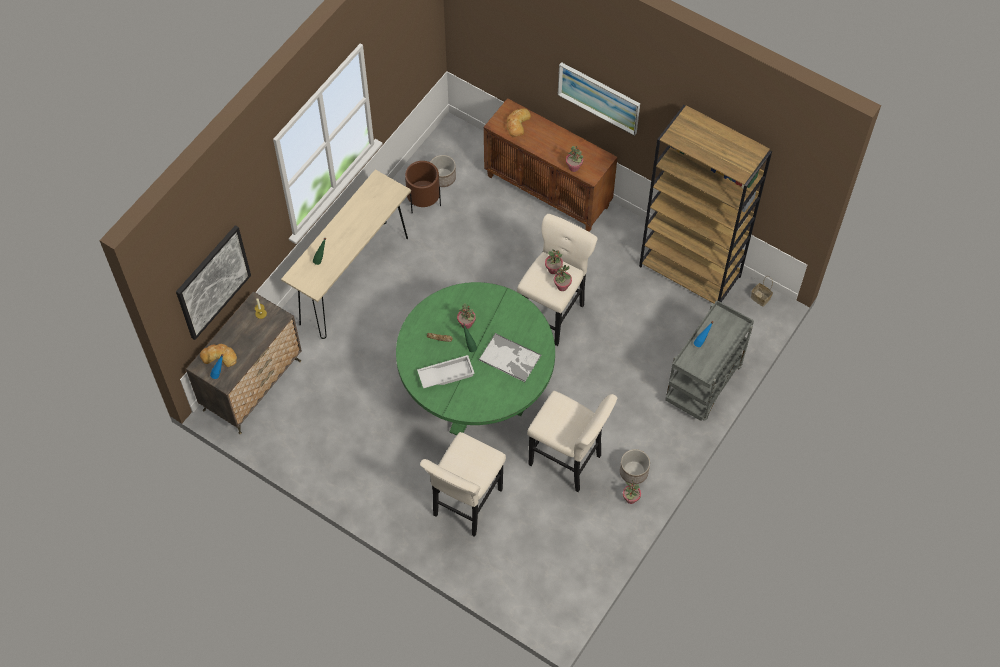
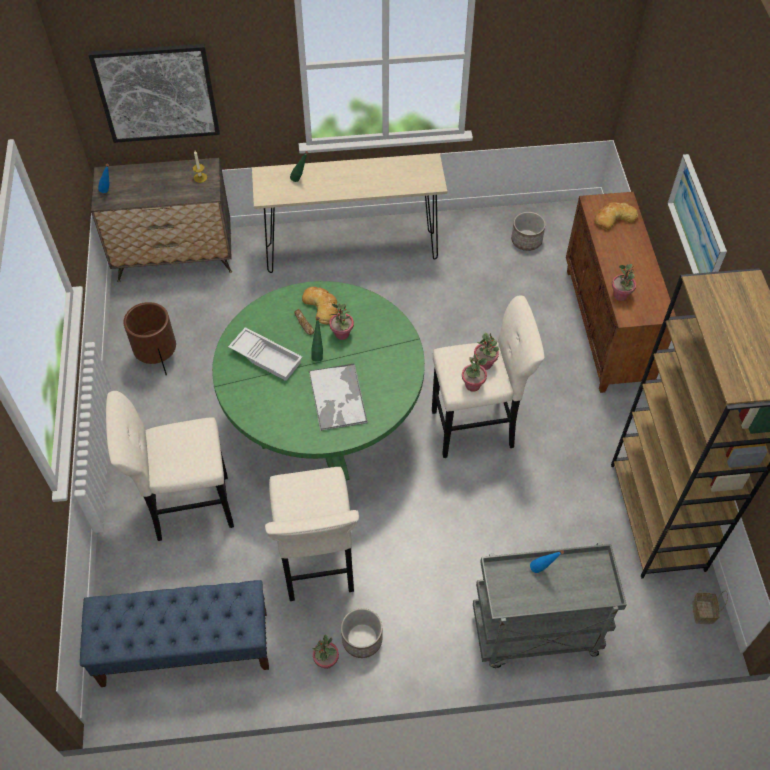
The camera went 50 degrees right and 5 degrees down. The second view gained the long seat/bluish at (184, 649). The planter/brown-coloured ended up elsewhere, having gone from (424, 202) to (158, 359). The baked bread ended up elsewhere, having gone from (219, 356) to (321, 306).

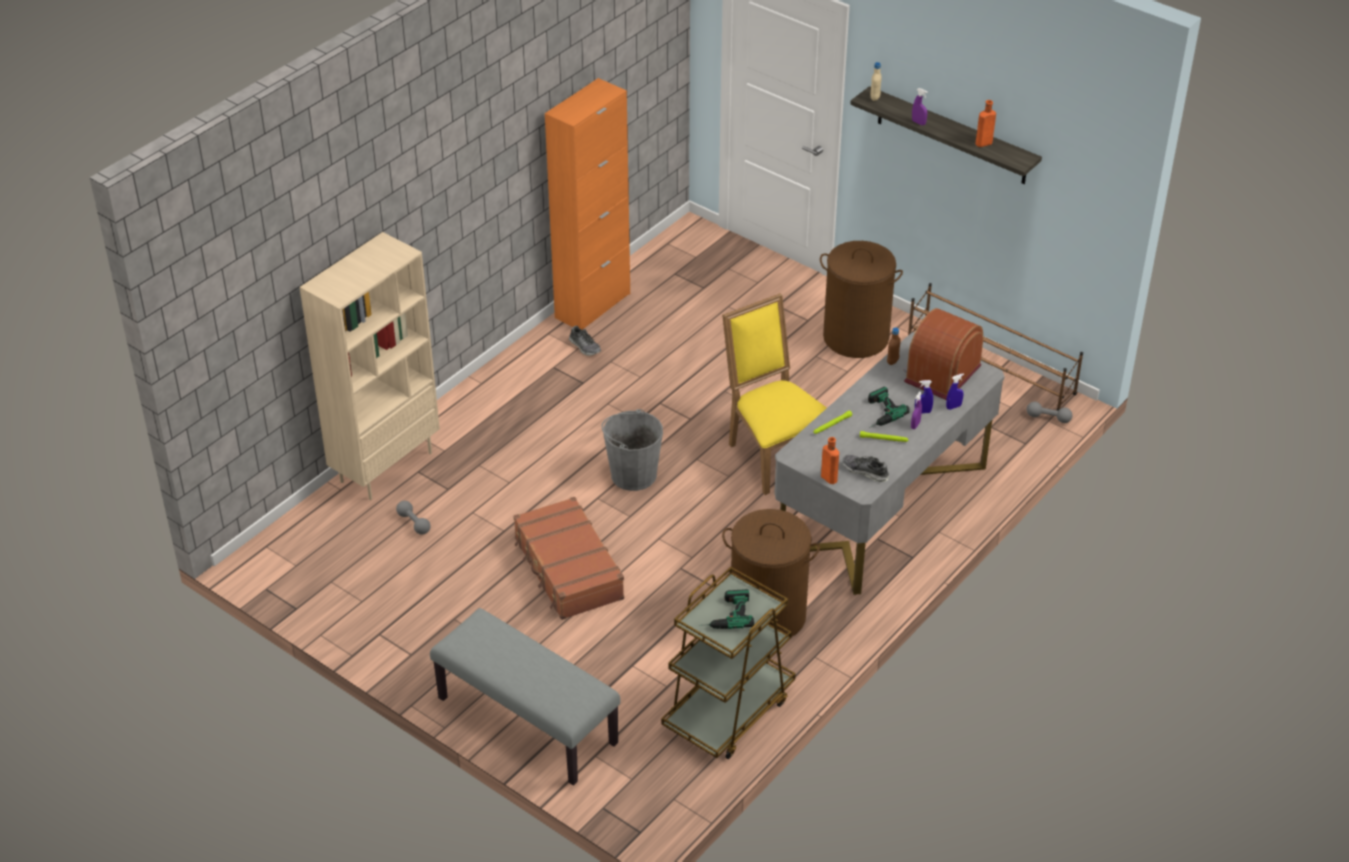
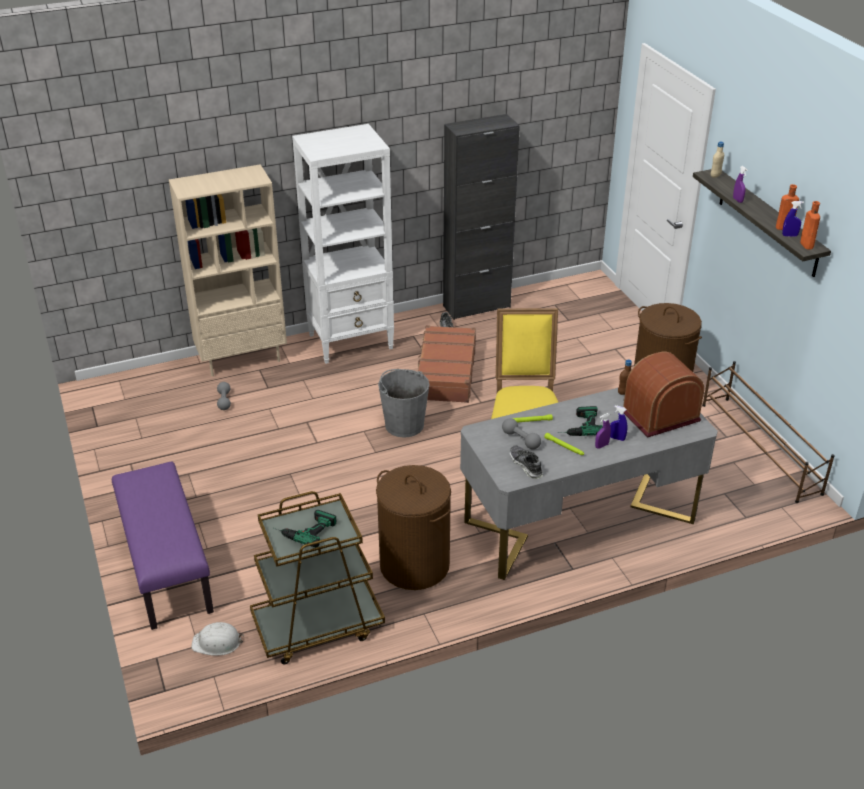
The camera went 30 degrees right and 5 degrees down. What was the long seat/gray at (526, 721) turned into the long seat/purplish at (165, 566). The second view gained the safety helmet/white-coloured at (217, 643). The second view gained the bookcase/white-coloured at (351, 341). The piece of luggage/brown-coloured ended up elsewhere, having gone from (568, 569) to (445, 373). What was the storage cabinet/orangey at (592, 305) turned into the storage cabinet/blackish at (476, 306). The dumbbell/gray ended up elsewhere, having gone from (1048, 418) to (521, 440). The hand sprayer/bluish ended up elsewhere, having gone from (953, 407) to (789, 235). The bottle/orangey ended up elsewhere, having gone from (828, 477) to (806, 244).

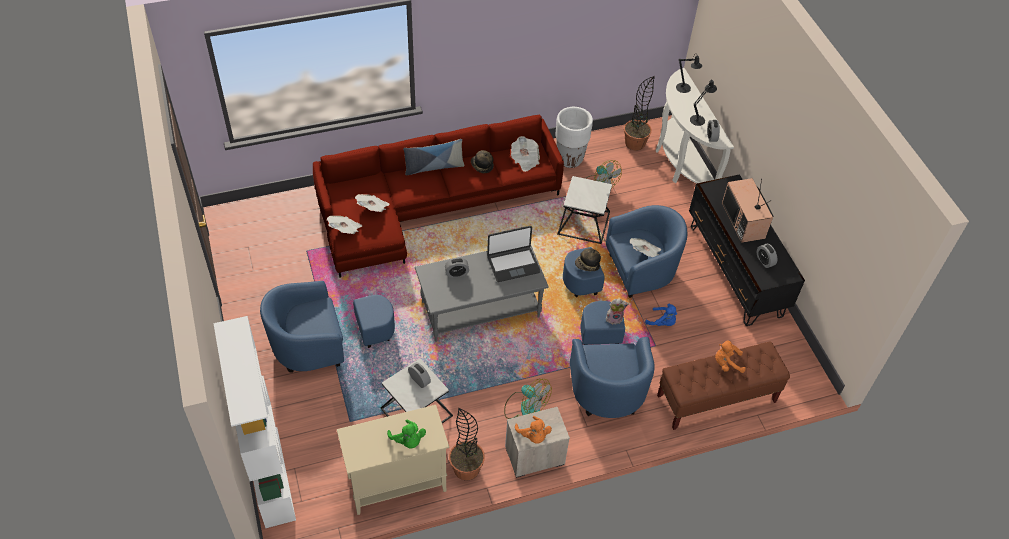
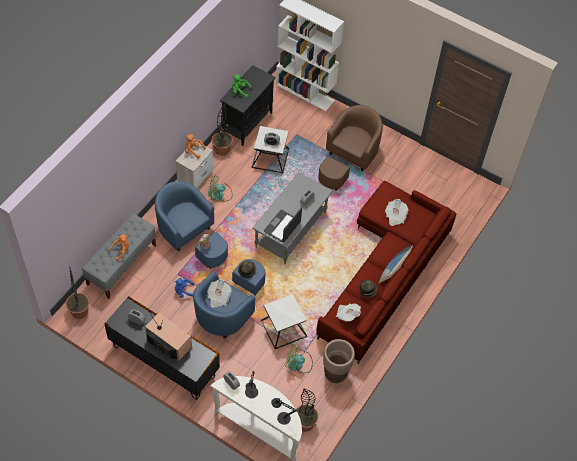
The camera went 140 degrees right and 5 degrees up. The second view gained the houseplant at (79, 311). What was the long seat/brown-coloured at (716, 399) turned into the long seat/gray at (122, 265). What was the storage cabinet/sand-coloured at (396, 484) turned into the storage cabinet/blackish at (247, 123). What was the lounge chair/bluish at (324, 344) turned into the lounge chair/brown-coloured at (349, 159). What was the planter/white-coloured at (570, 159) turned into the planter/brown-coloured at (335, 374). The second view lost the newspaper at (345, 230).

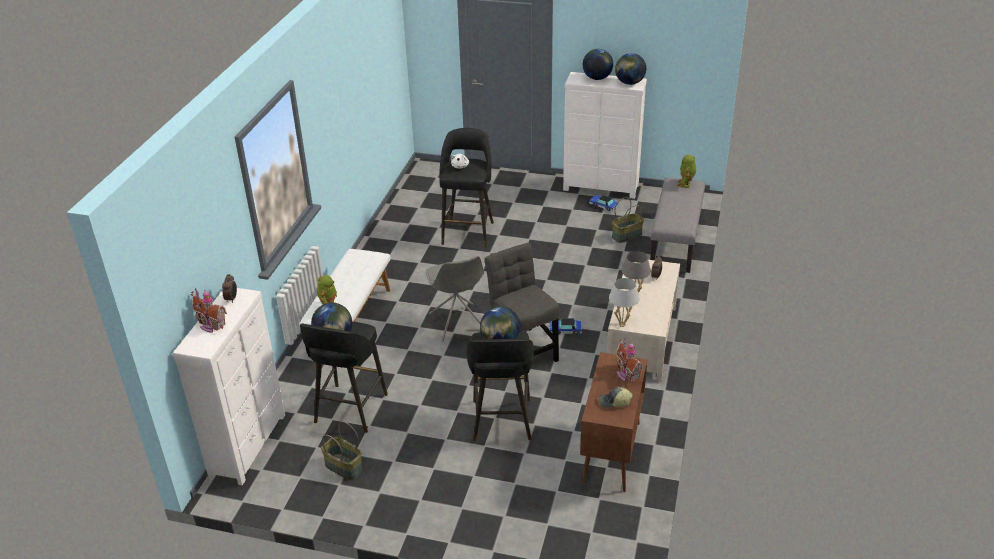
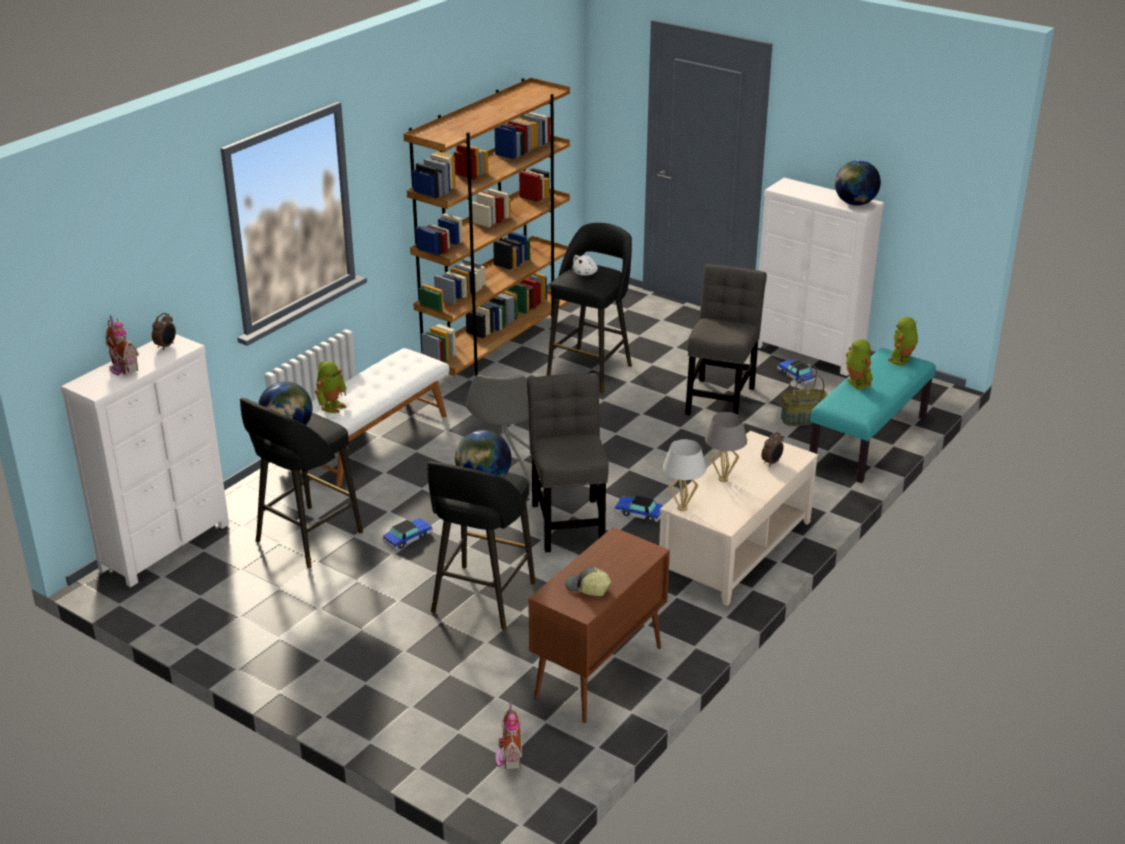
The camera went 20 degrees right and 5 degrees down. The second view gained the miniature car at (408, 538). The second view gained the bookcase/brown-coloured at (496, 347). The miniature house ended up elsewhere, having gone from (626, 374) to (508, 757). The second view gained the chair/gray at (720, 398). What was the long seat/gray at (676, 242) turned into the long seat/turquoise-coloured at (869, 441). The second view gained the robot figure at (856, 384). The second view lost the storage basket at (343, 467). The second view lost the world globe at (597, 78).

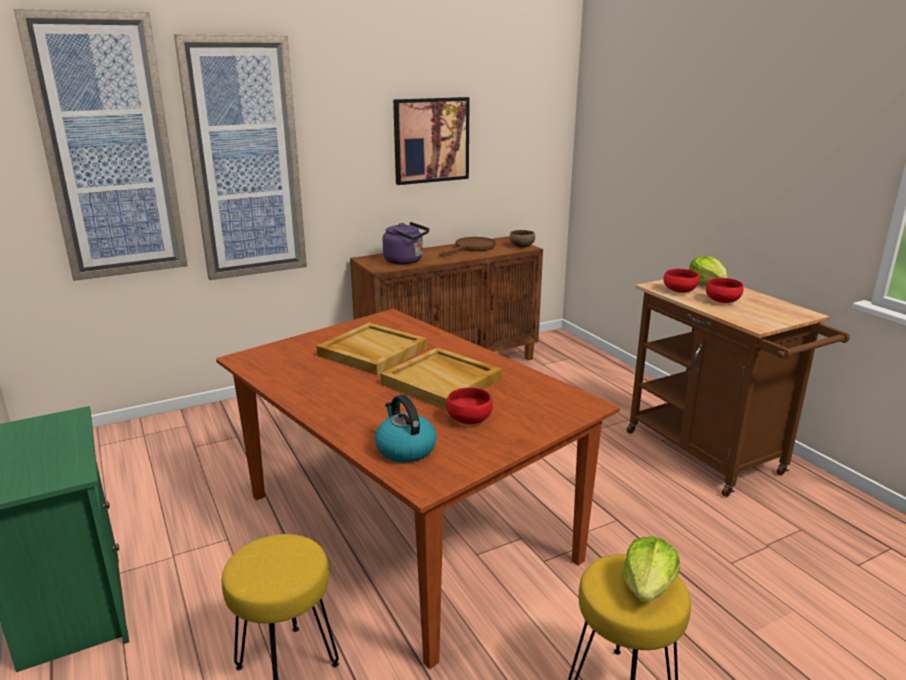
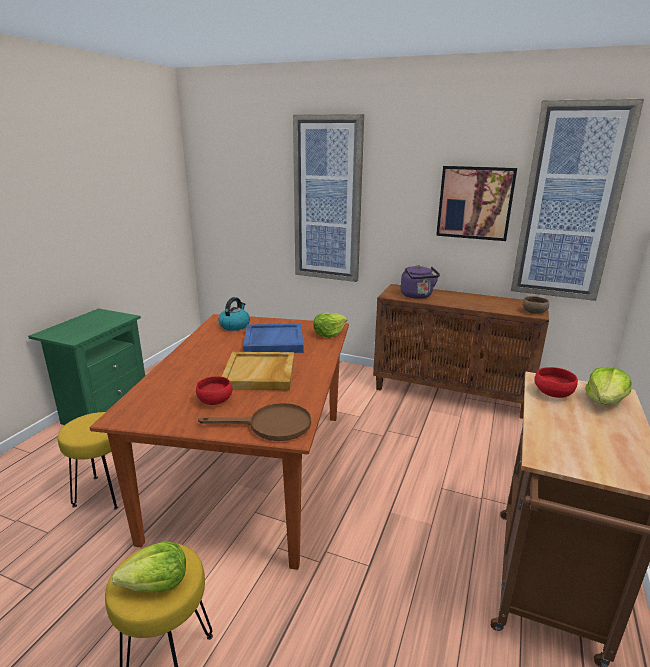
The camera went 50 degrees right and 0 degrees up. The frying pan/brown-coloured ended up elsewhere, having gone from (471, 248) to (271, 426). The kettle ended up elsewhere, having gone from (405, 449) to (234, 325). What was the carrying tray/sand-coloured at (371, 352) turned into the carrying tray/bluish at (273, 341). The second view gained the lettuce at (329, 333). The picture ended up elsewhere, having gone from (109, 149) to (569, 204). The second view lost the bowl/red-coloured at (722, 301).

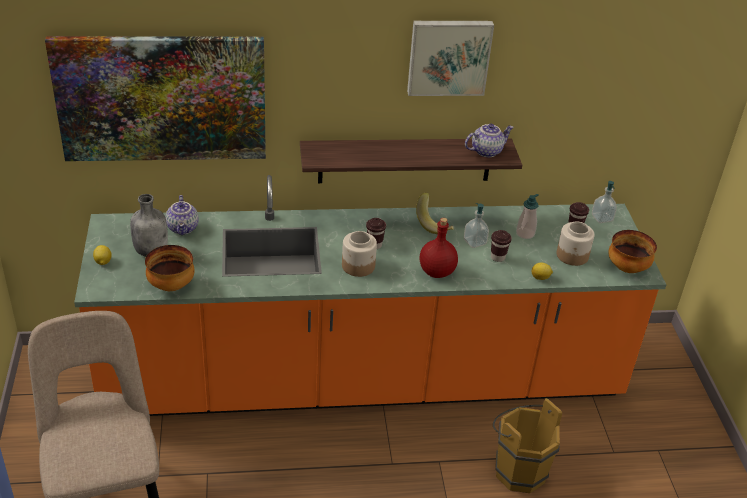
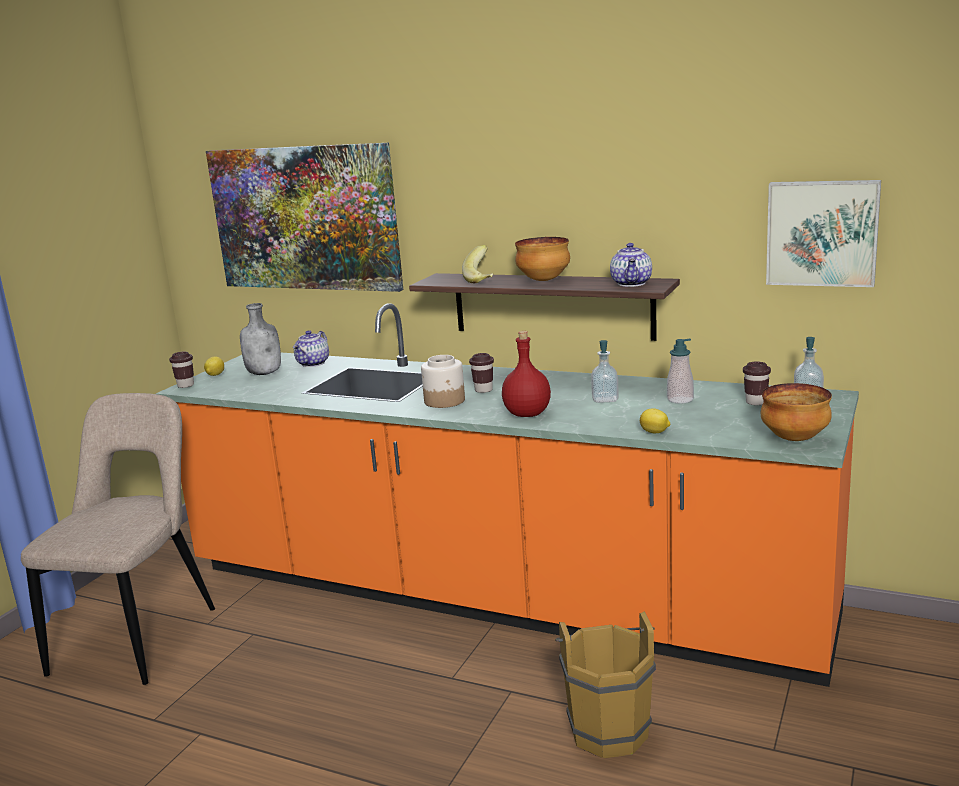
The camera went 35 degrees right and 20 degrees down. The small cup/brown-coloured ended up elsewhere, having gone from (498, 257) to (185, 385). The banana ended up elsewhere, having gone from (434, 224) to (483, 279). The bowl ended up elsewhere, having gone from (172, 286) to (544, 280). The tea pot at (486, 151) ended up facing another way, 90 degrees clockwise from before. The picture ended up elsewhere, having gone from (448, 56) to (822, 232). The second view lost the jar at (572, 256).

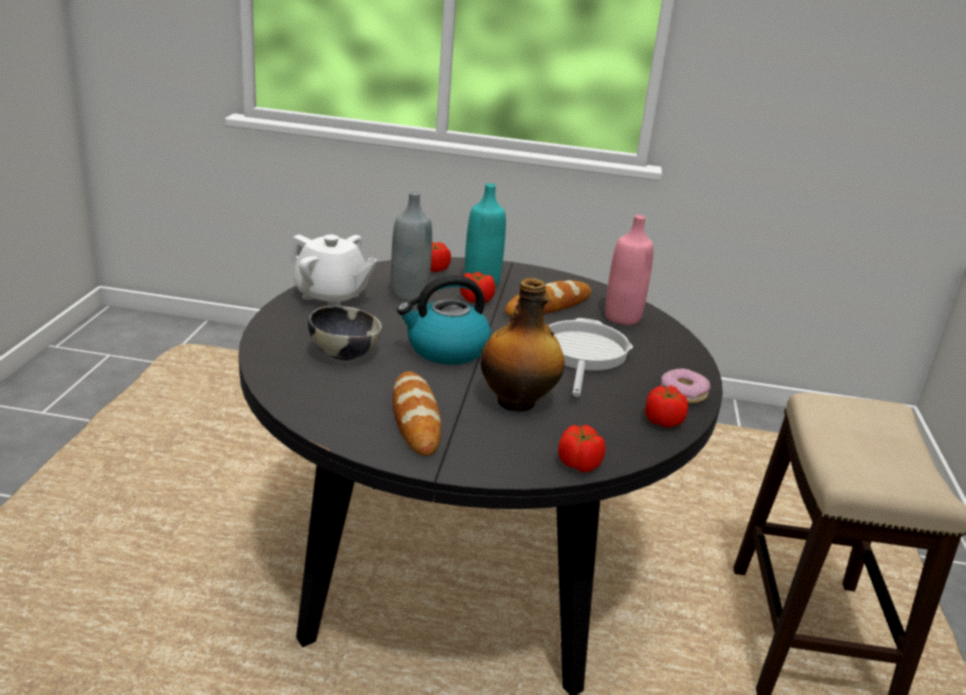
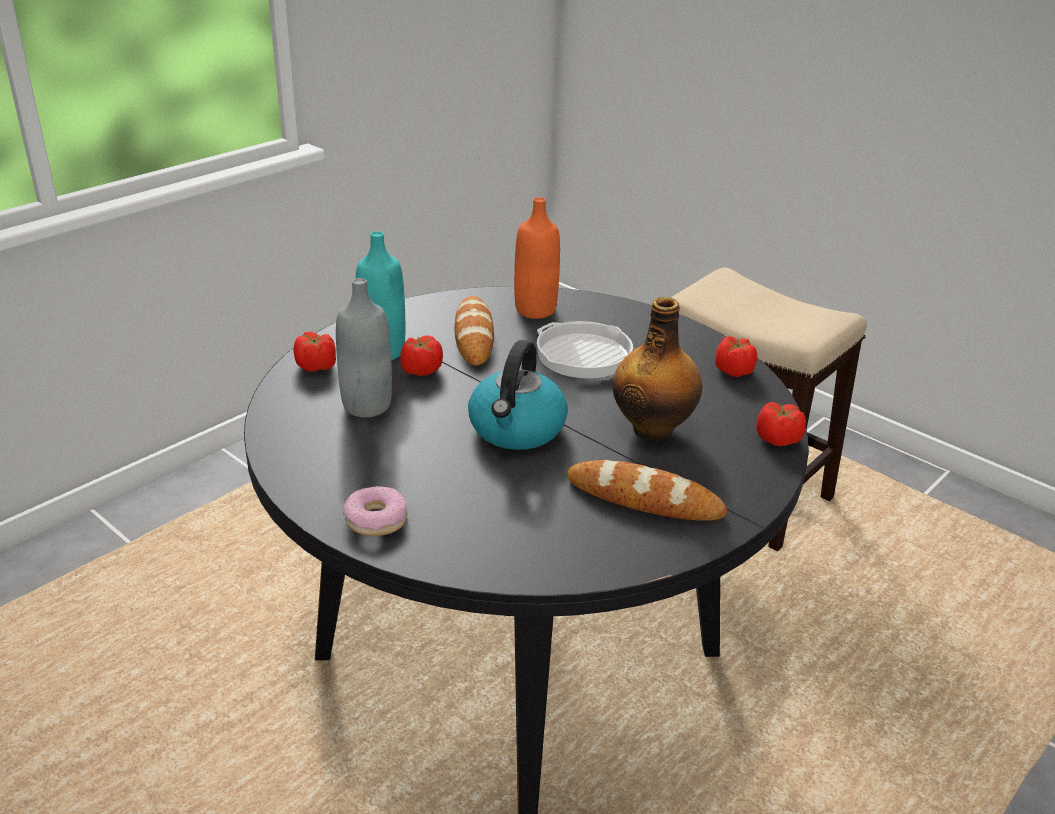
The camera went 55 degrees left and 5 degrees up. The doughnut ended up elsewhere, having gone from (683, 393) to (376, 519). What was the bottle/pinkish at (622, 317) turned into the bottle/orangey at (535, 310). The second view lost the tea pot/white-coloured at (331, 296). The second view lost the bowl at (343, 353).

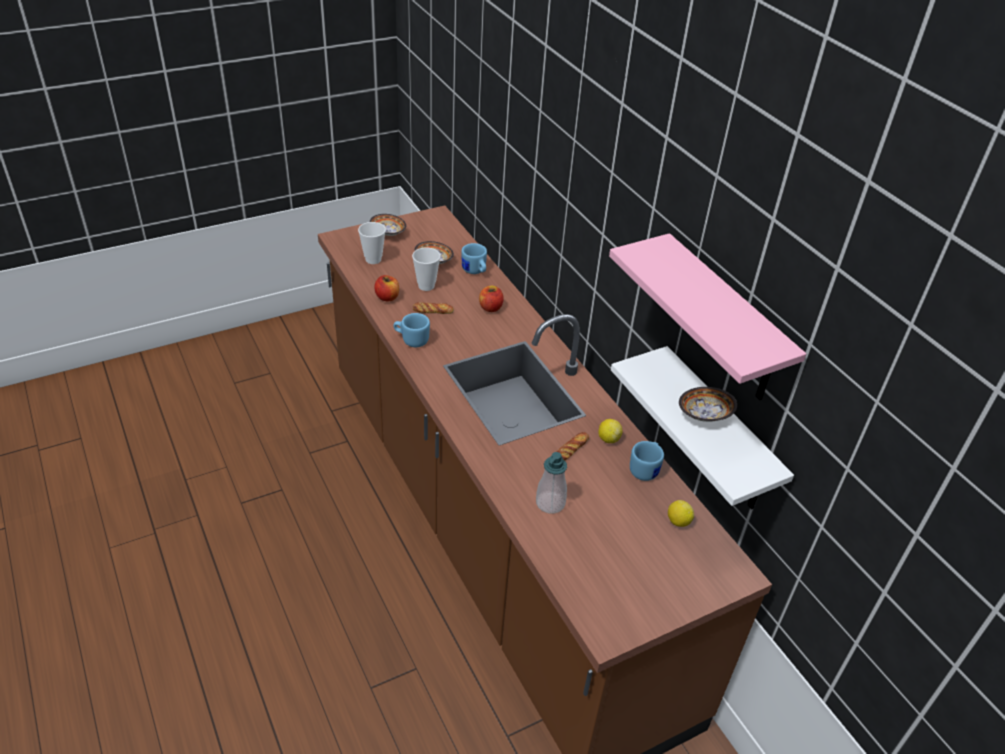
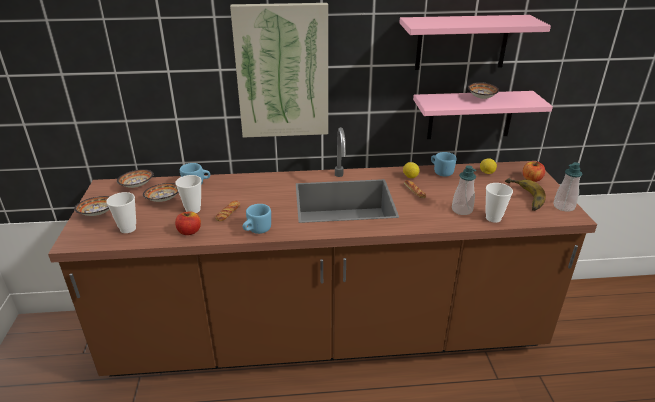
The camera went 65 degrees left and 10 degrees down. The second view gained the bowl at (136, 185). The second view gained the picture at (282, 72). What was the shelf/white-coloured at (718, 434) turned into the shelf/pinkish at (470, 115). The second view gained the small cup at (493, 218). The second view gained the banana at (522, 197). The whole apple ended up elsewhere, having gone from (490, 307) to (531, 179). The second view gained the soap dispenser at (563, 206).

